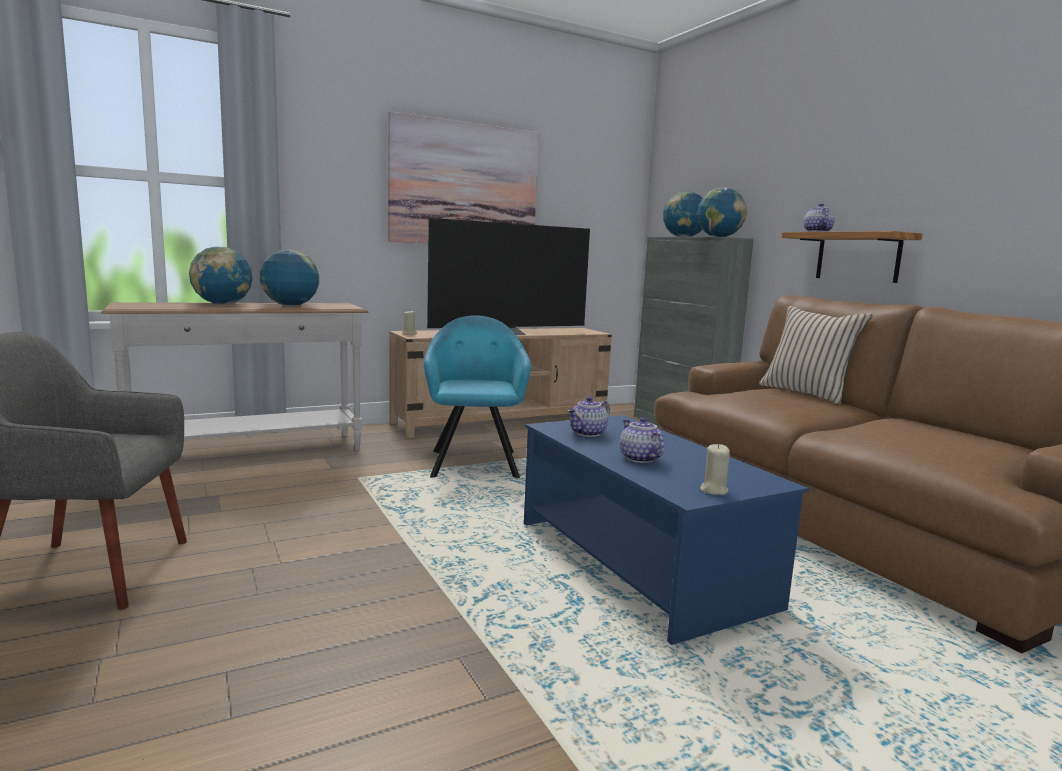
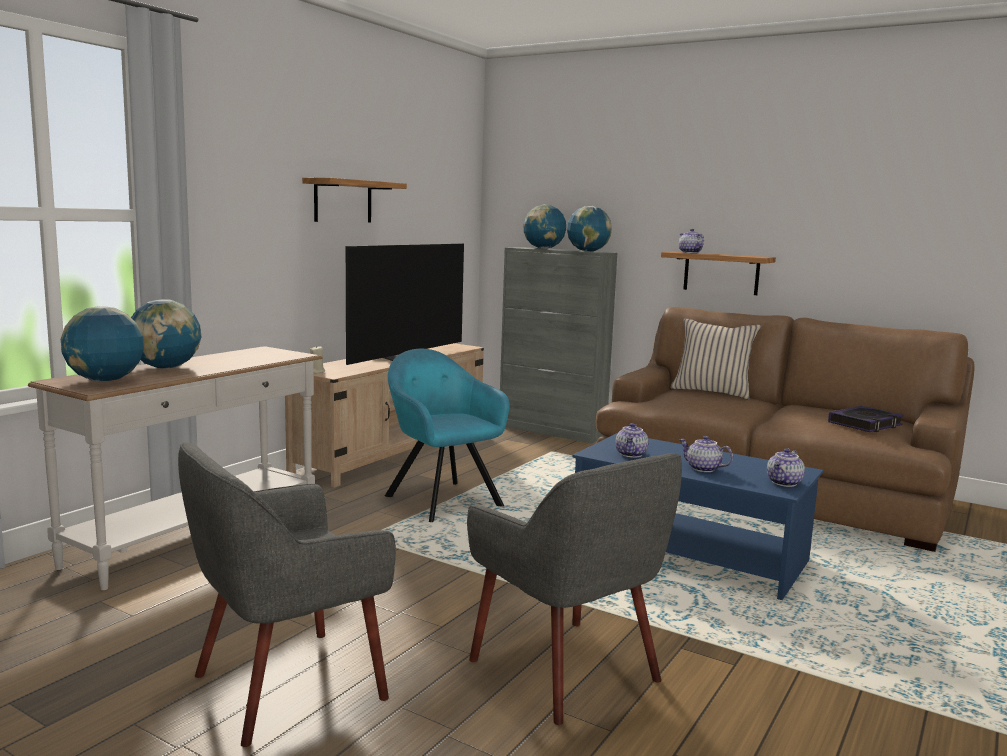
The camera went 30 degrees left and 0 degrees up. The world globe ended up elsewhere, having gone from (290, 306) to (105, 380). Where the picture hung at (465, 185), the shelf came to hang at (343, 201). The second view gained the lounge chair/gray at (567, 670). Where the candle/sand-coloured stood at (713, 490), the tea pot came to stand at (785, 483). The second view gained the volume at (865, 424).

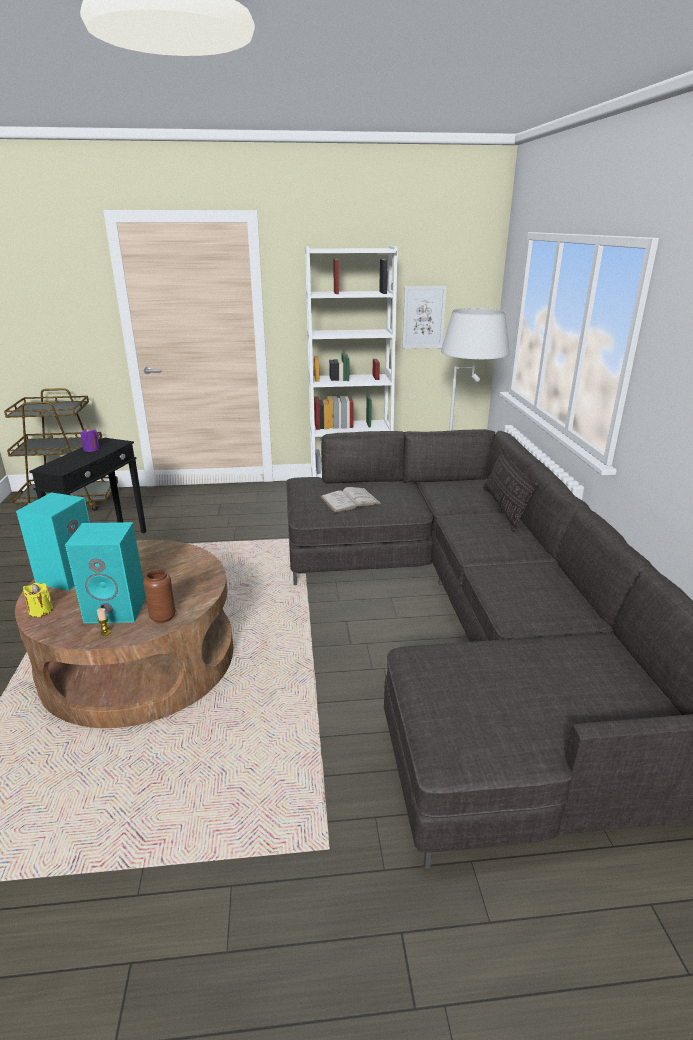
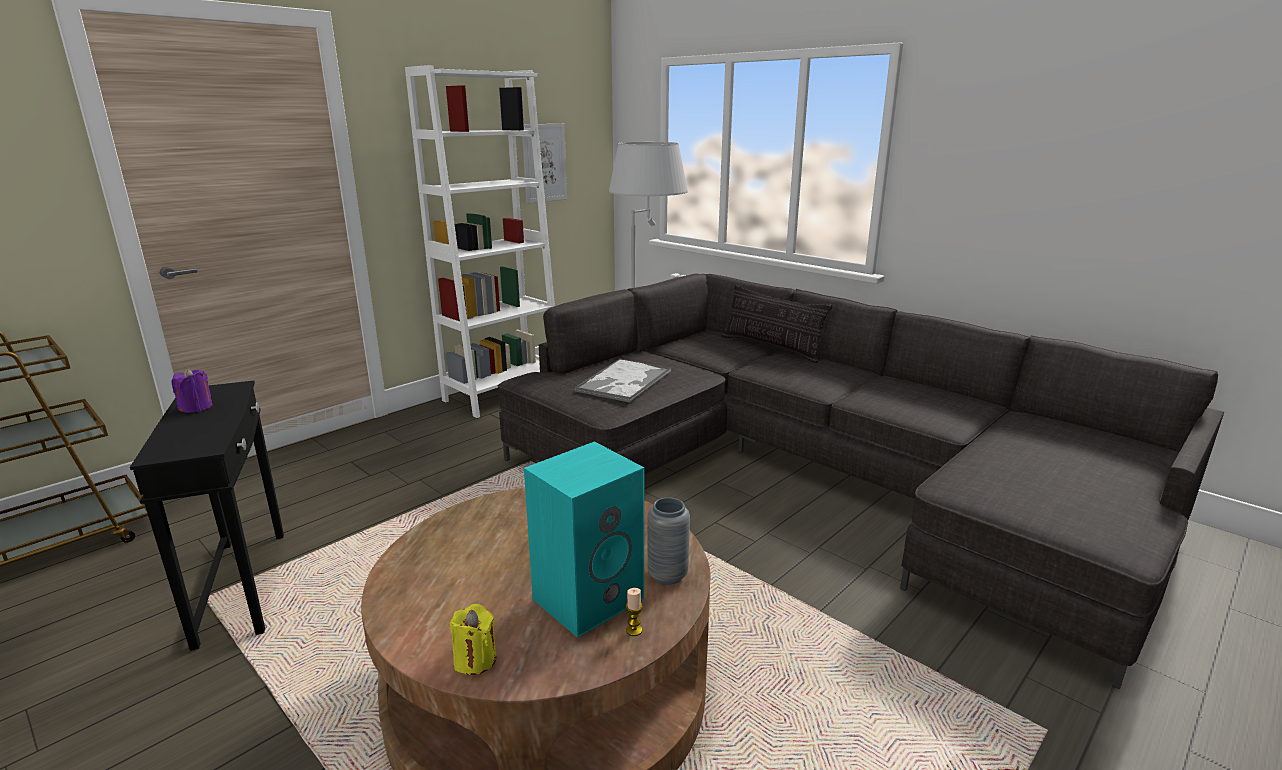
The camera went 40 degrees left and 5 degrees down. Where the volume/white-coloured stood at (350, 500), the carrying tray came to stand at (624, 381). What was the decorative vase/brown-coloured at (163, 617) turned into the decorative vase/gray at (667, 575). The second view lost the speaker/turquoise-coloured at (68, 575).

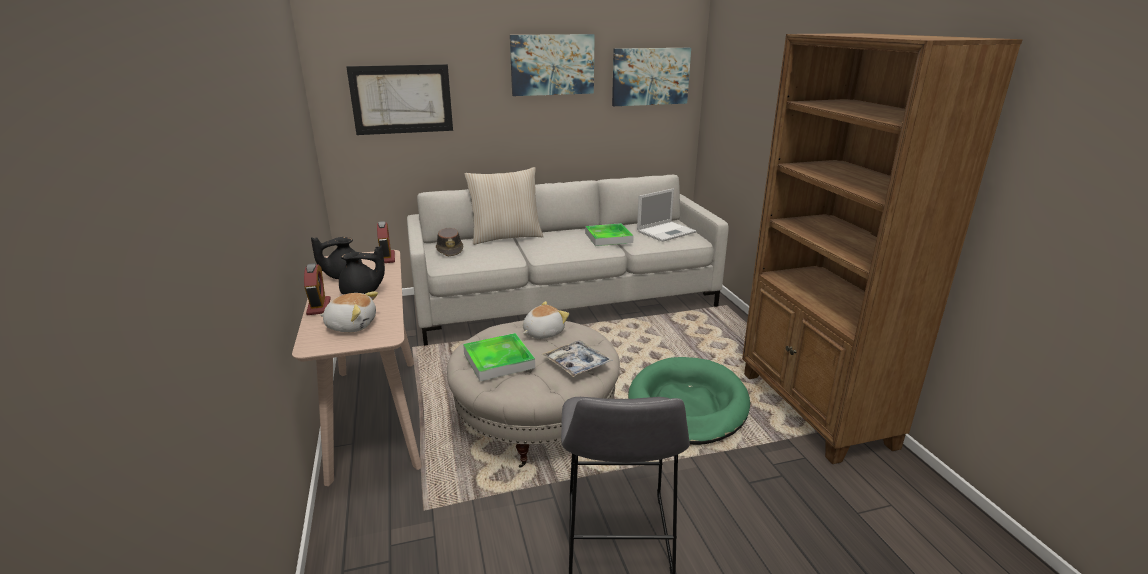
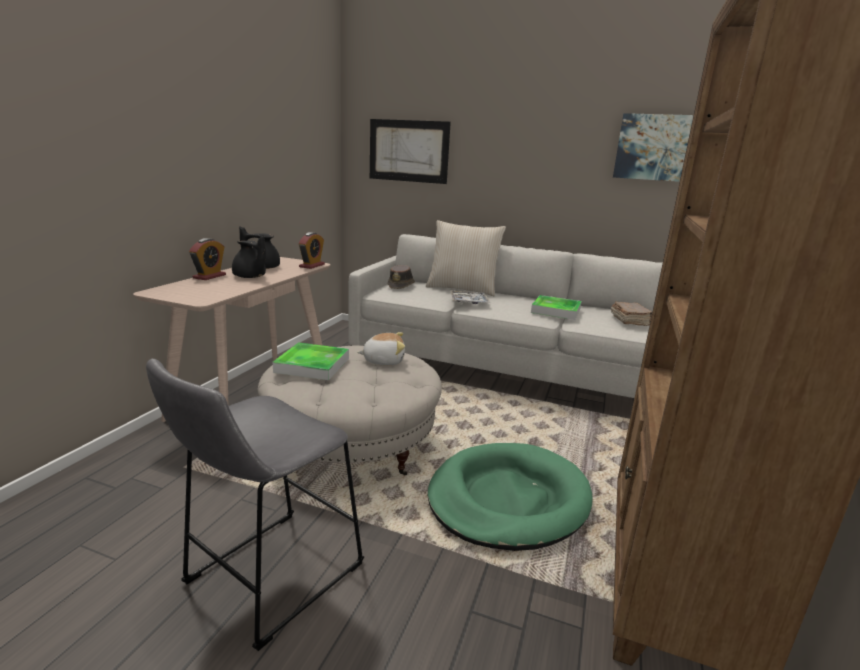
The camera went 35 degrees right and 5 degrees down. The carrying tray ended up elsewhere, having gone from (577, 364) to (469, 302). Where the portable computer stood at (667, 231), the volume/brown-coloured came to stand at (630, 321). The second view lost the plush toy at (351, 325). The second view lost the picture at (552, 64).

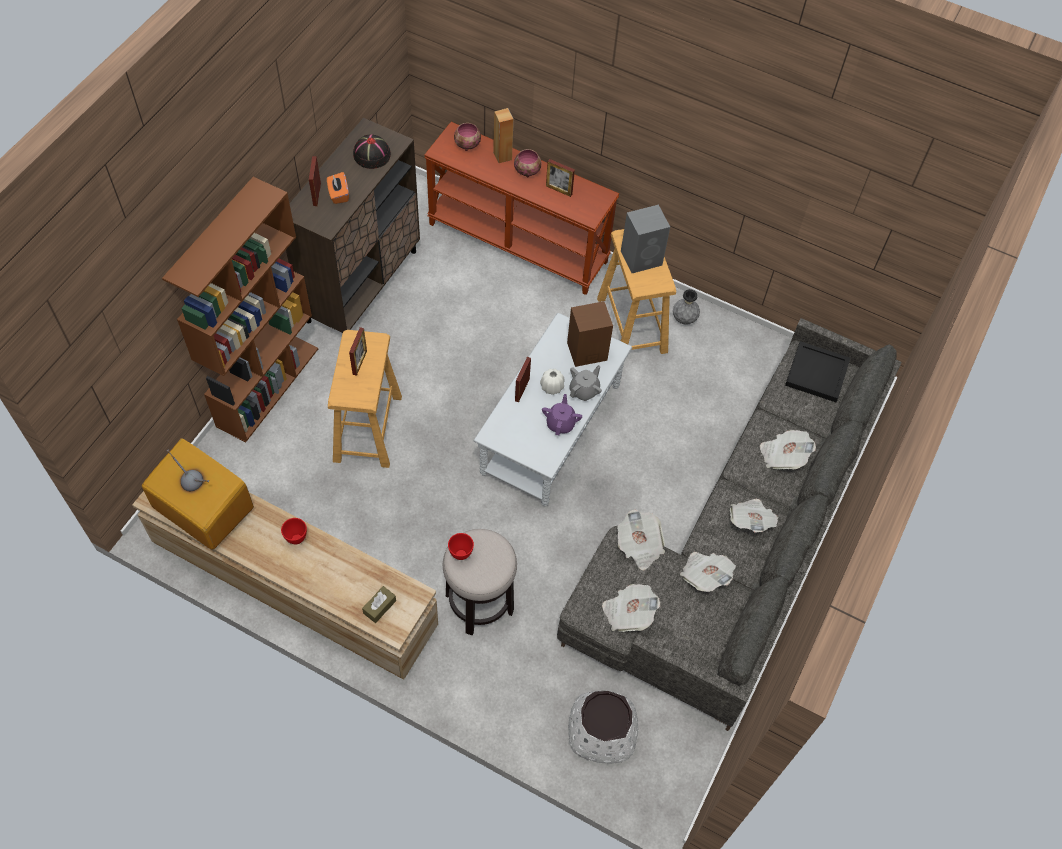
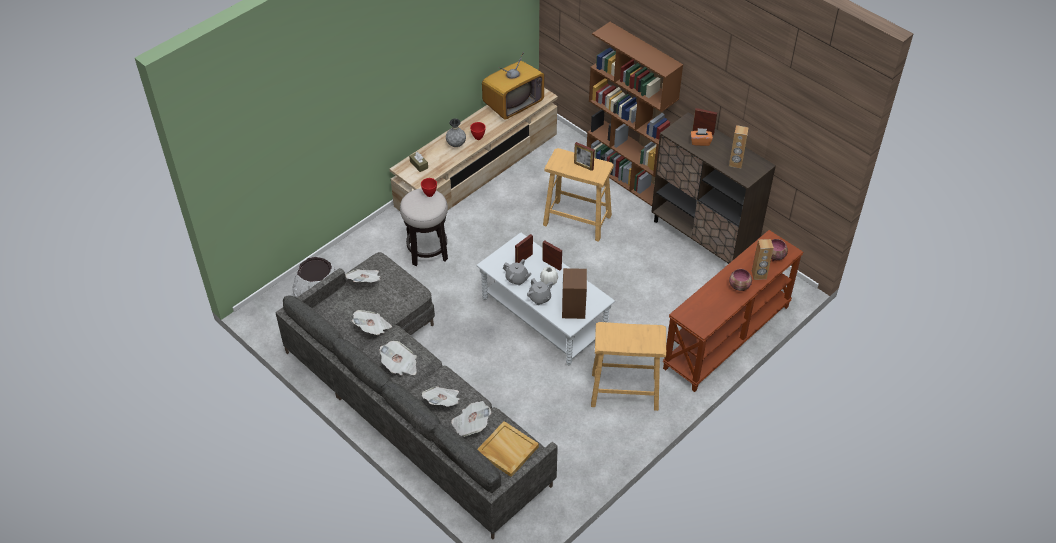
The camera went 110 degrees right and 10 degrees down. The decorative vase/gray ended up elsewhere, having gone from (684, 319) to (456, 145). The newspaper ended up elsewhere, having gone from (639, 546) to (471, 425). What was the carrying tray/blackish at (817, 374) turned into the carrying tray/sand-coloured at (507, 450). What was the tea pot/purplish at (561, 423) turned into the tea pot/gray at (517, 279). The photo frame ended up elsewhere, having gone from (559, 190) to (524, 259). Where the hat/blackish stood at (371, 155), the speaker/brown-coloured came to stand at (735, 163). The second view lost the speaker/gray at (642, 258).

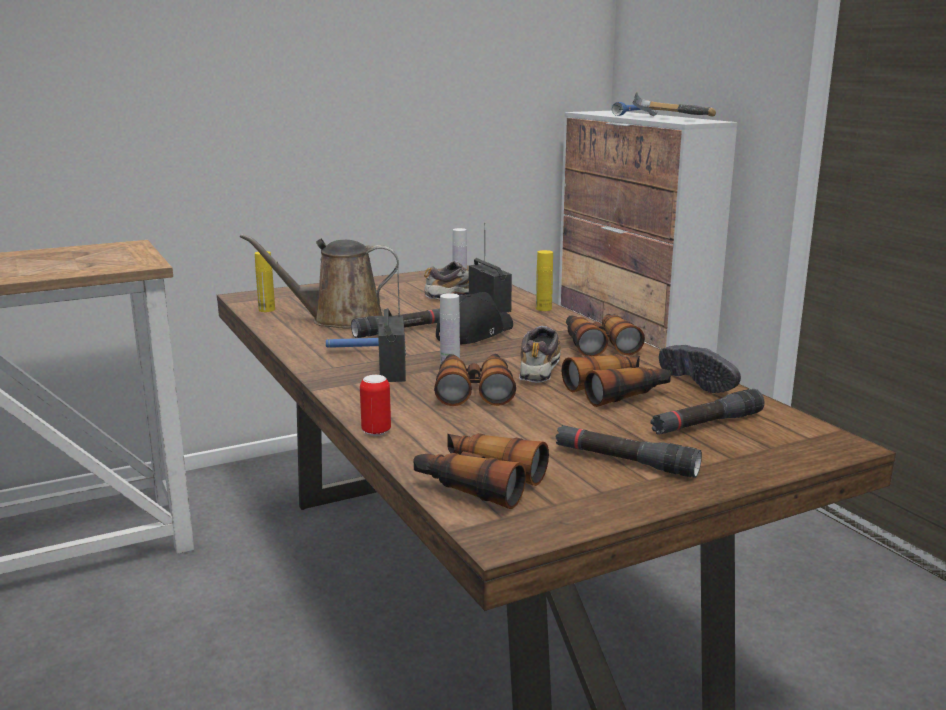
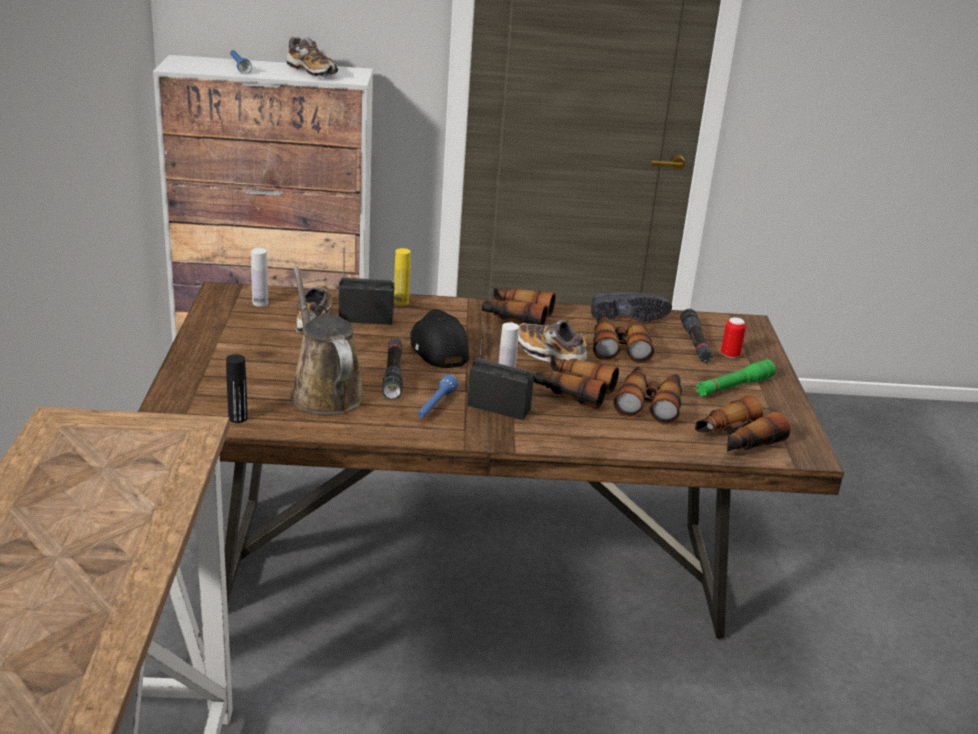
The camera went 65 degrees left and 10 degrees up. What was the bottle/yellow at (267, 310) turned into the bottle/blackish at (238, 418). Where the hammer stood at (672, 118), the shoe came to stand at (312, 72). The sprinkling can/brown-coloured at (339, 320) ended up facing another way, 135 degrees clockwise from before. The second view gained the field glasses at (649, 403). What was the torch/blackish at (625, 461) turned into the torch/green at (733, 386). The can ended up elsewhere, having gone from (376, 431) to (730, 355).

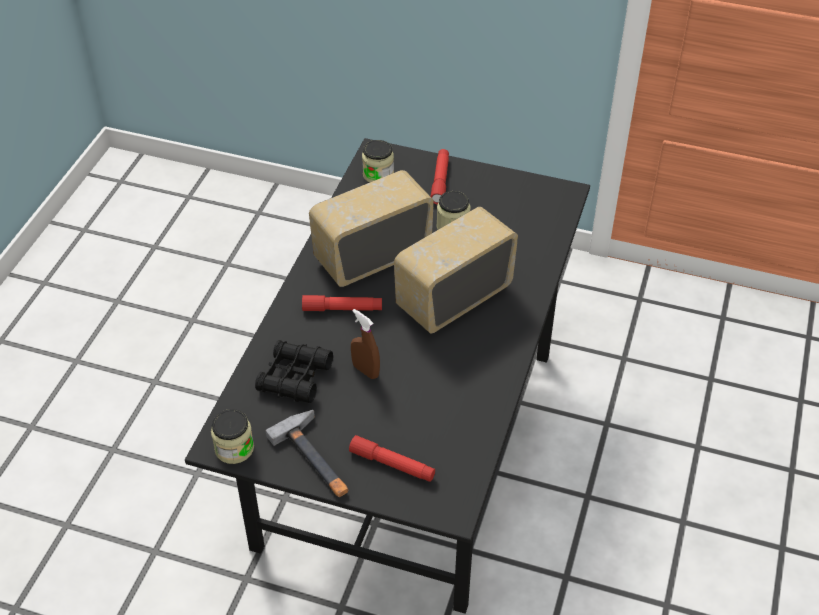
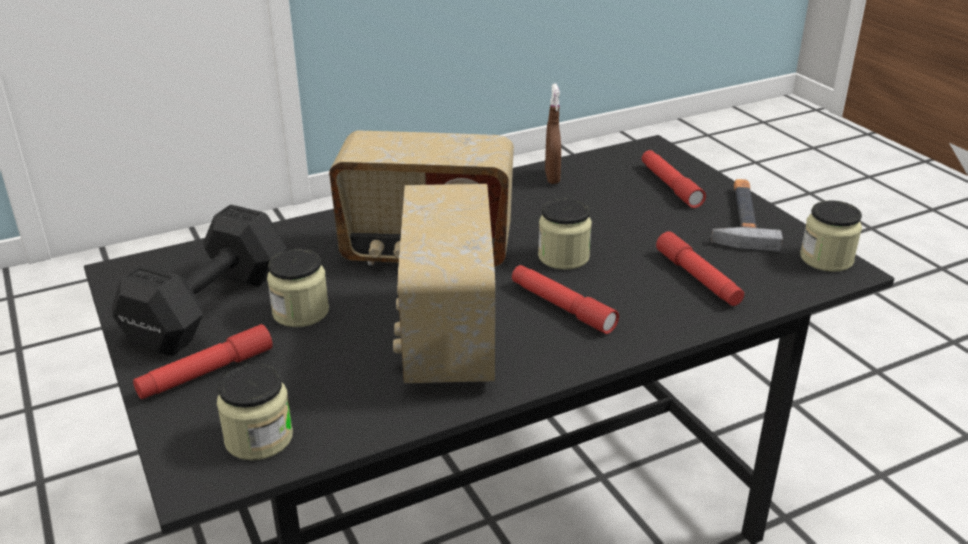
The camera went 135 degrees left and 15 degrees down. The second view gained the dumbbell/blackish at (213, 306). The radio set at (372, 256) ended up facing another way, 75 degrees clockwise from before. The second view gained the jar at (563, 257). The hand sprayer/brown-coloured ended up elsewhere, having gone from (365, 370) to (552, 177). Where the field glasses/blackish stood at (294, 378), the torch/red-coloured came to stand at (698, 278).

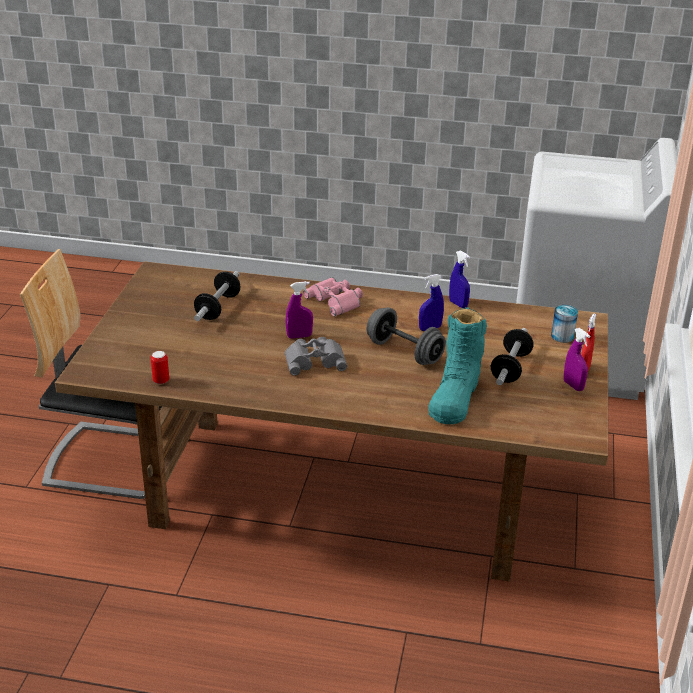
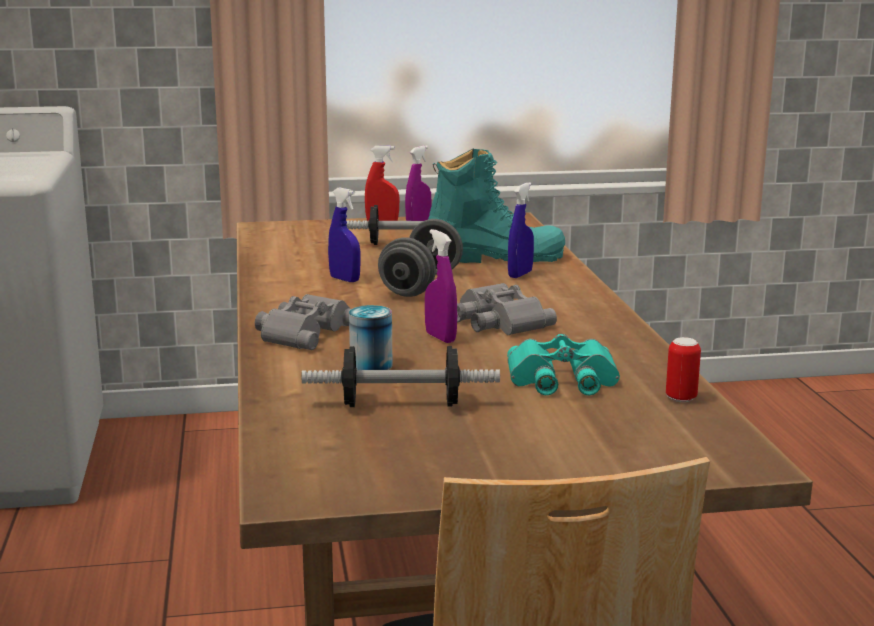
The camera went 110 degrees left and 15 degrees down. What was the field glasses/pinkish at (336, 300) turned into the field glasses/gray at (303, 332). The can ended up elsewhere, having gone from (562, 336) to (371, 365). The second view gained the field glasses/turquoise-coloured at (562, 380). The hand sprayer/bluish ended up elsewhere, having gone from (458, 304) to (520, 274).

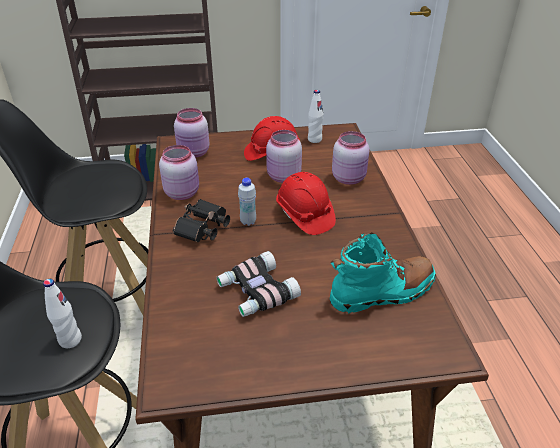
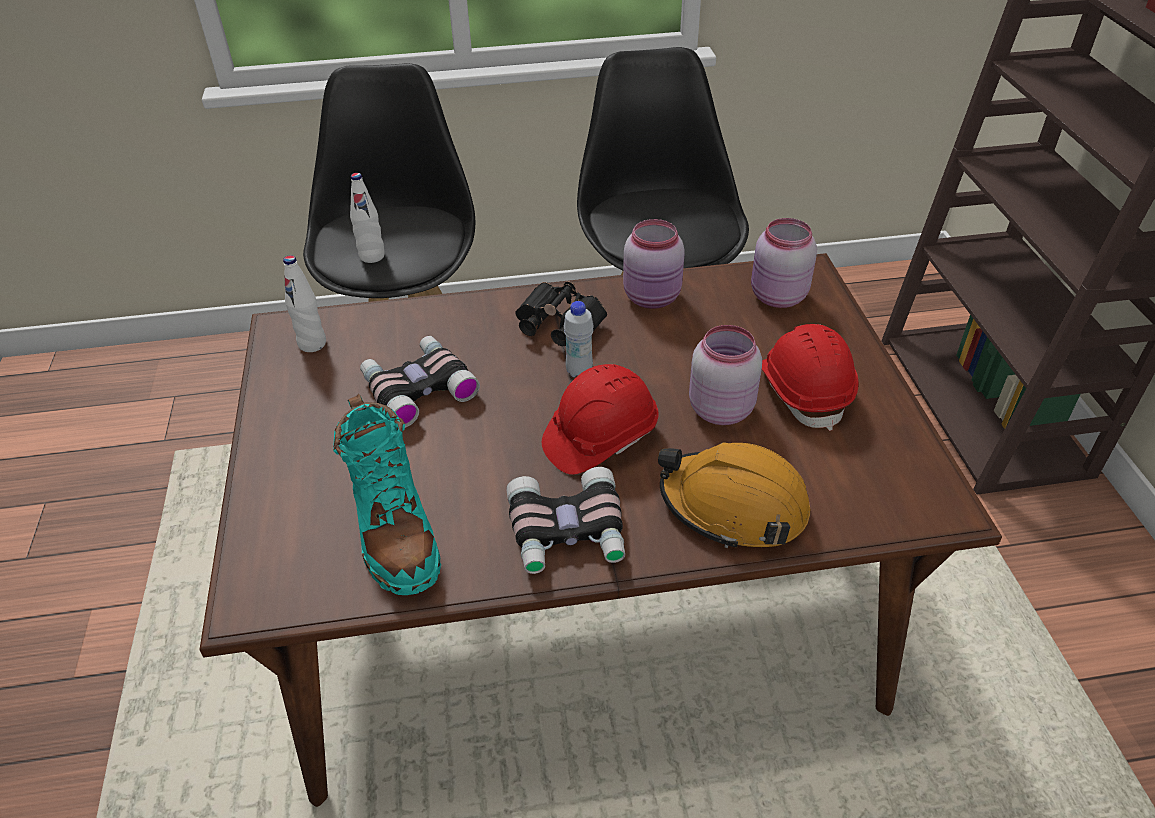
The camera went 90 degrees right and 5 degrees up. The bottle/white-coloured ended up elsewhere, having gone from (314, 139) to (312, 344). The second view gained the field glasses at (568, 533). Where the jar/pinkish stood at (349, 178), the safety helmet/orangey came to stand at (733, 506).

